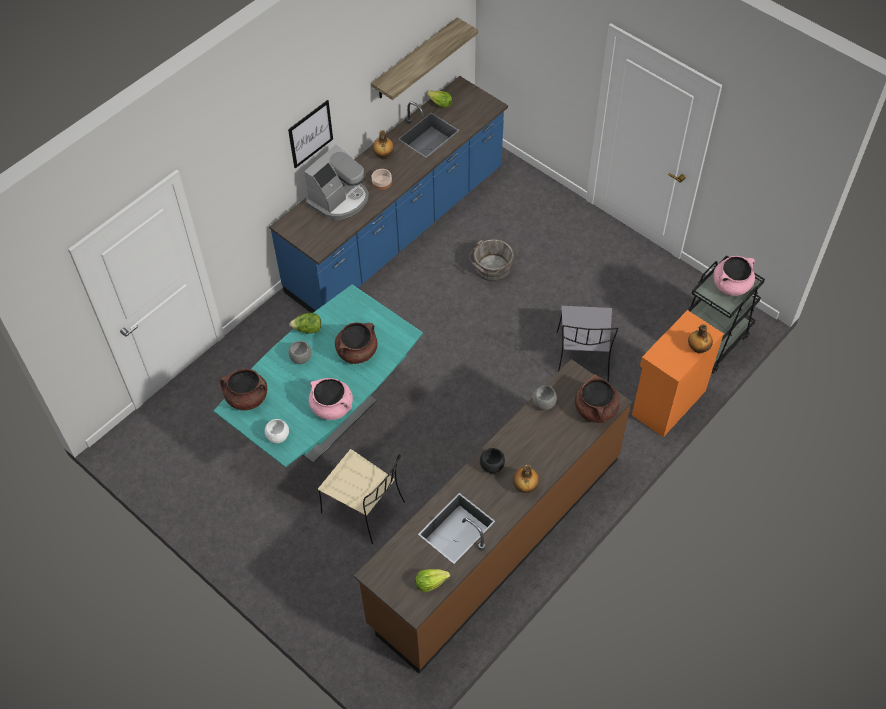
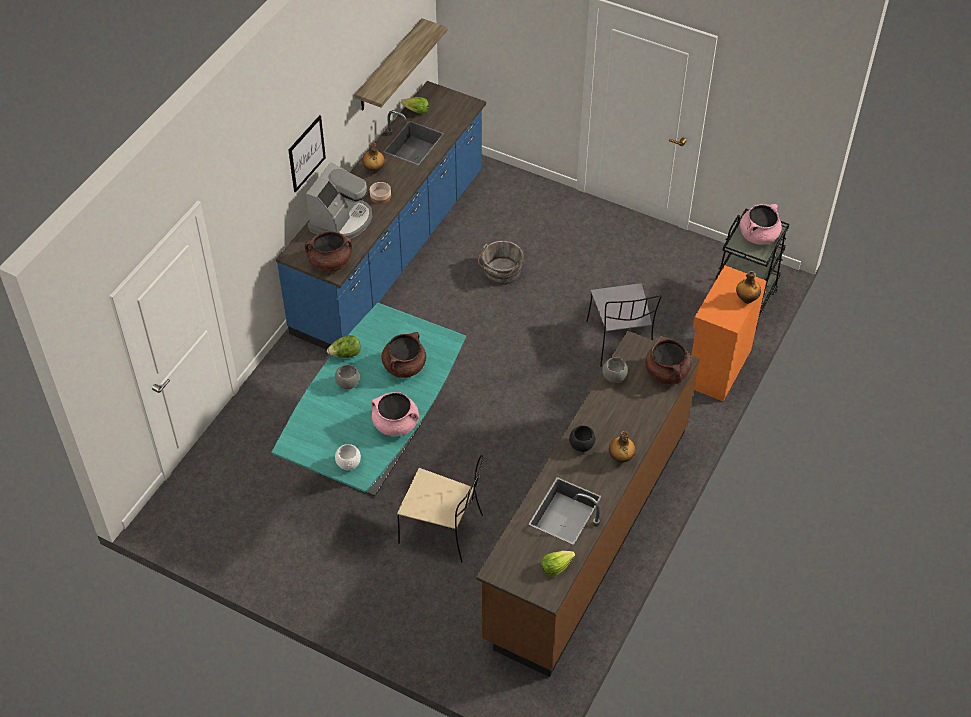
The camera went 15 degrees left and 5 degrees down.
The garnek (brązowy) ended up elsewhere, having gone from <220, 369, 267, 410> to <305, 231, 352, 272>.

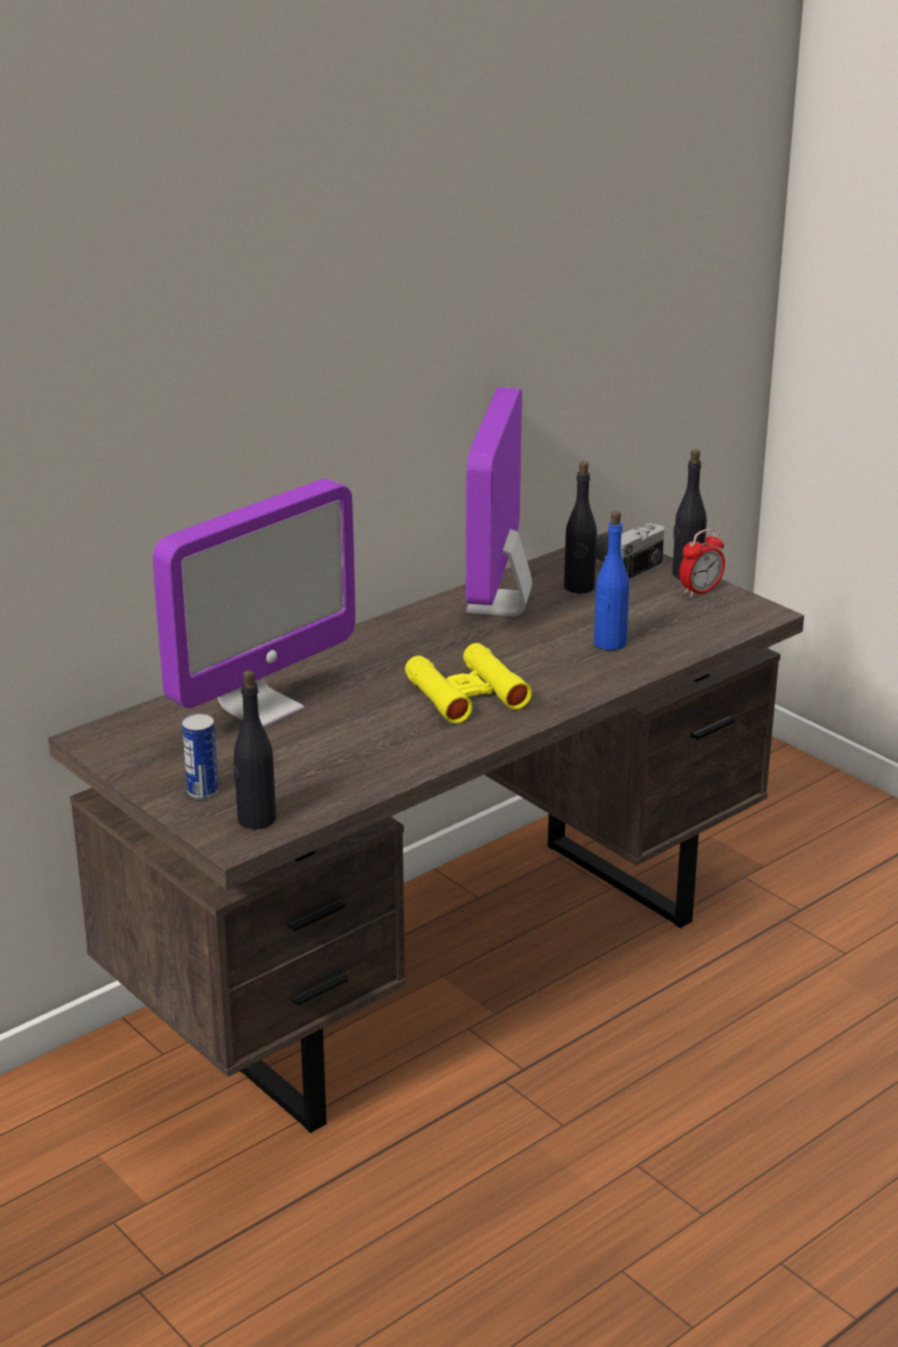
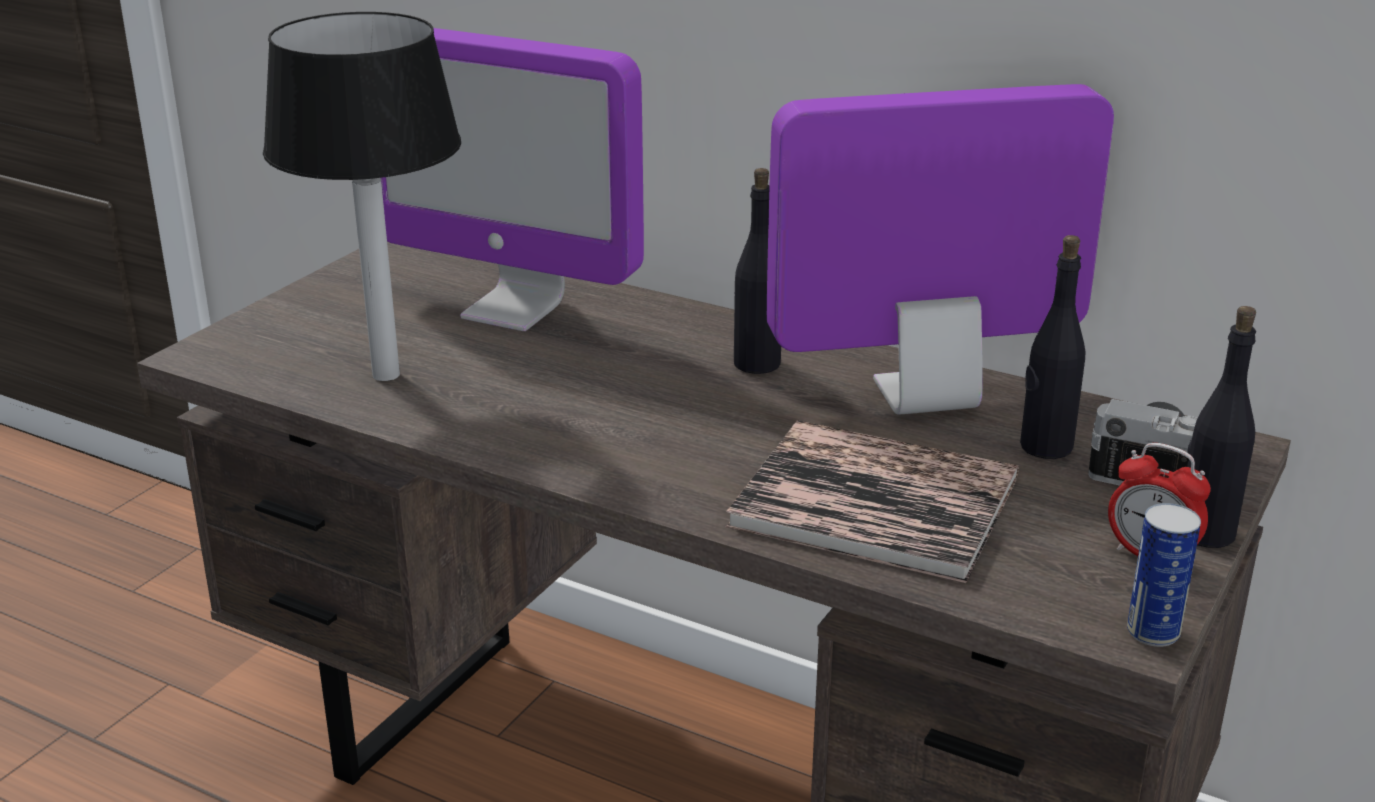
The camera went 70 degrees right and 0 degrees up.
The puszka ended up elsewhere, having gone from <182, 714, 219, 800> to <1127, 503, 1201, 647>.
The butelka (czarny) ended up elsewhere, having gone from <233, 670, 276, 830> to <734, 168, 781, 374>.
The second view lost the lornetka (żółty) at <405, 643, 532, 724>.
Where the butelka (niebieski) stood at <594, 511, 629, 650>, the książka came to stand at <726, 420, 1019, 583>.
The second view gained the lampa stołowa at <263, 12, 461, 381>.

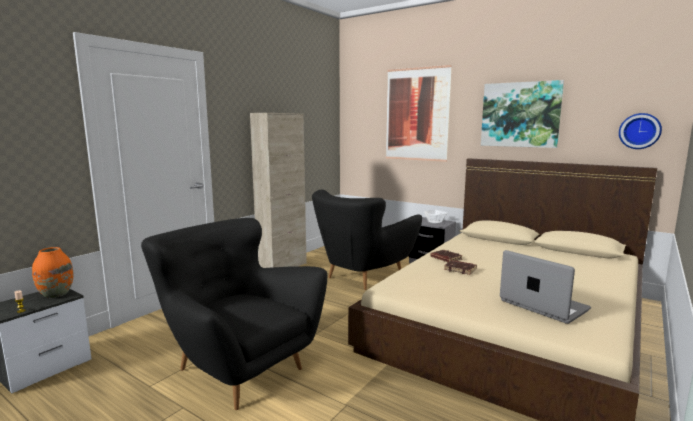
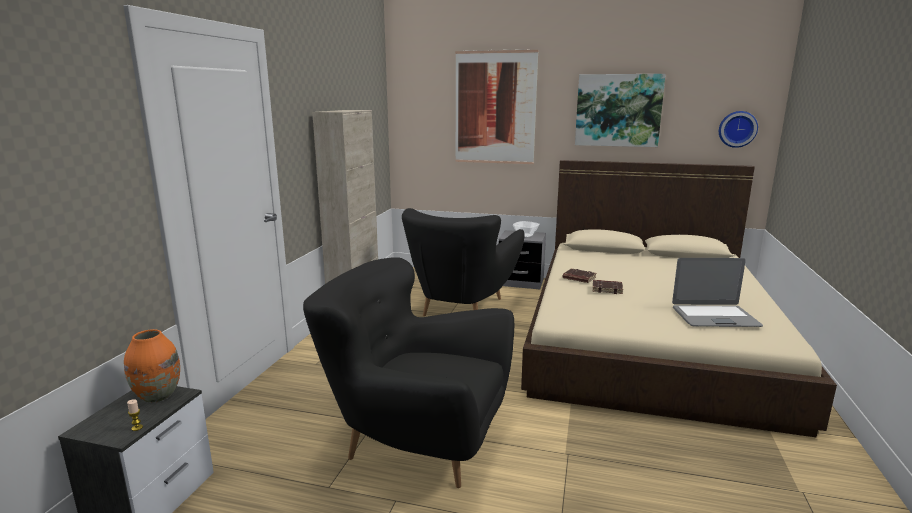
The camera went 20 degrees left and 5 degrees up.
The laptop at <500, 250, 591, 324> ended up facing another way, 150 degrees clockwise from before.

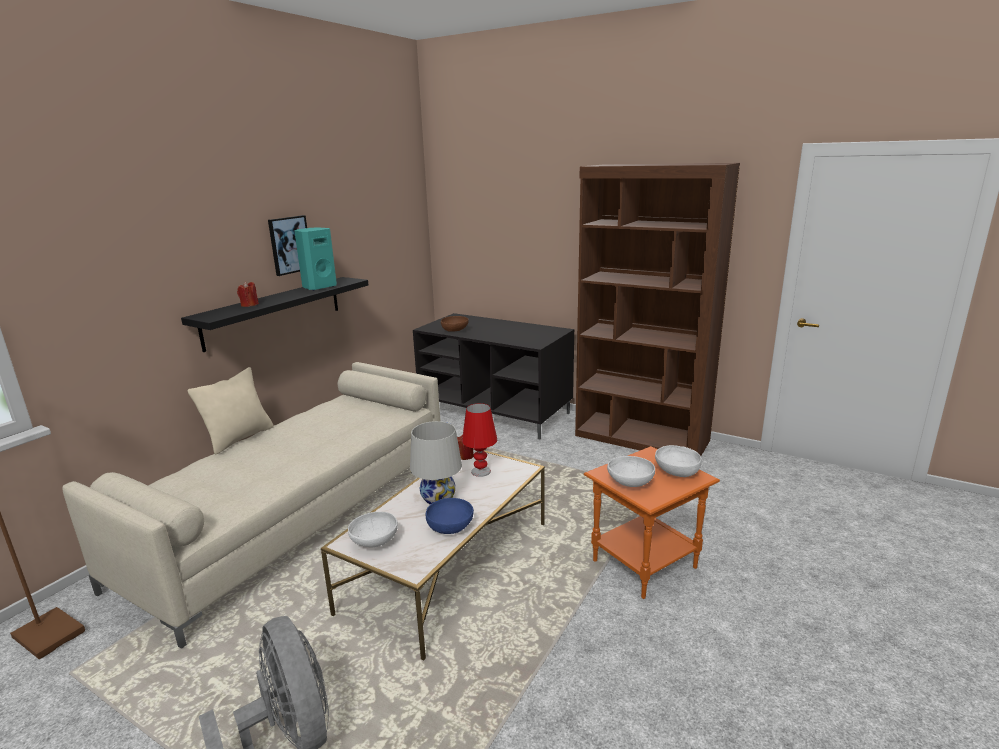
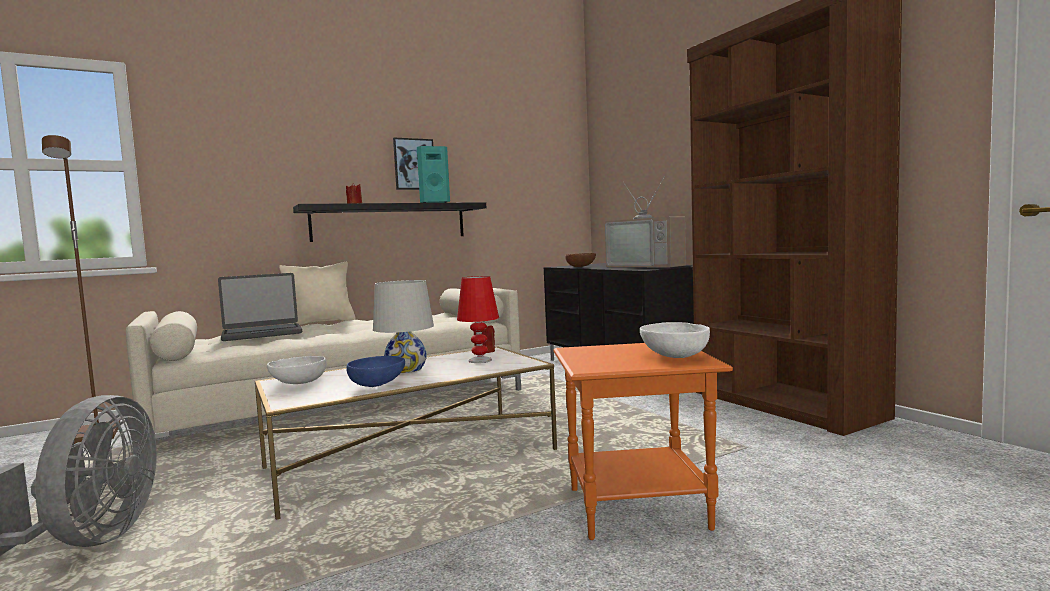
The camera went 30 degrees right and 15 degrees down.
The second view lost the miska (biały) at <607, 456, 655, 487>.
The second view gained the laptop at <218, 273, 302, 341>.
The second view gained the telewizor at <605, 176, 686, 267>.

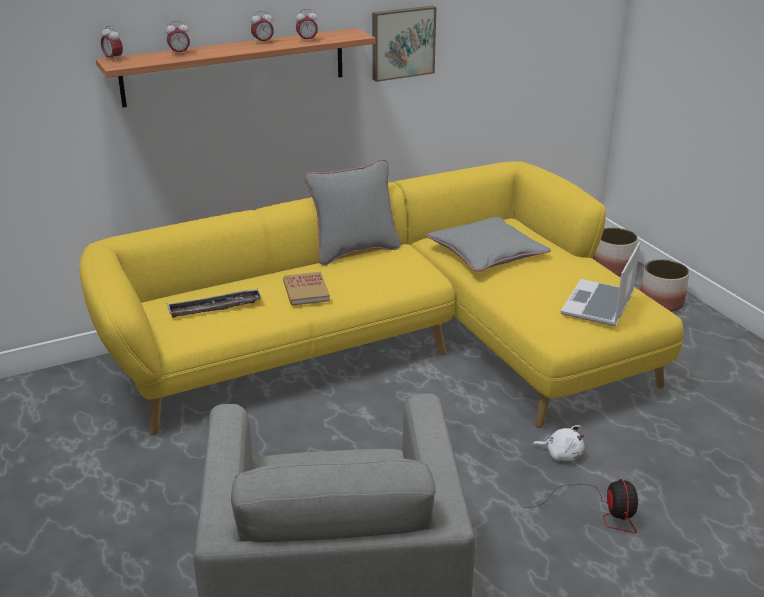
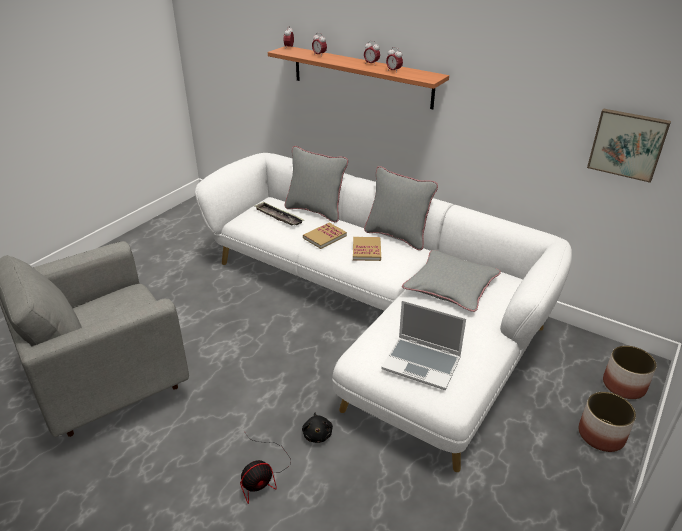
The camera went 60 degrees right and 5 degrees up.
What was the kanapa (żółty) at <79, 161, 684, 435> turned into the kanapa (biały) at <194, 153, 572, 472>.
The obraz ended up elsewhere, having gone from <372, 6, 436, 82> to <587, 109, 671, 183>.
What was the pluszak (biały) at <532, 425, 584, 461> turned into the pluszak (czarny) at <302, 413, 333, 443>.
The laptop at <560, 242, 640, 326> ended up facing another way, 150 degrees counterclockwise from before.
The second view gained the poduszka (szary) at <284, 146, 348, 222>.
The second view gained the książka at <353, 237, 381, 261>.

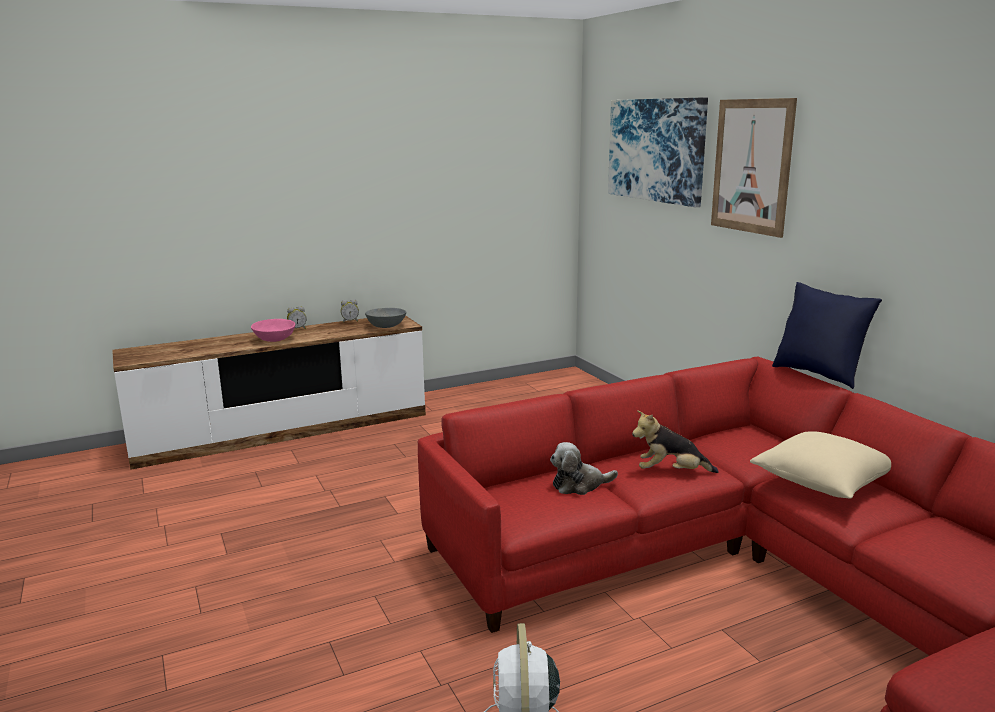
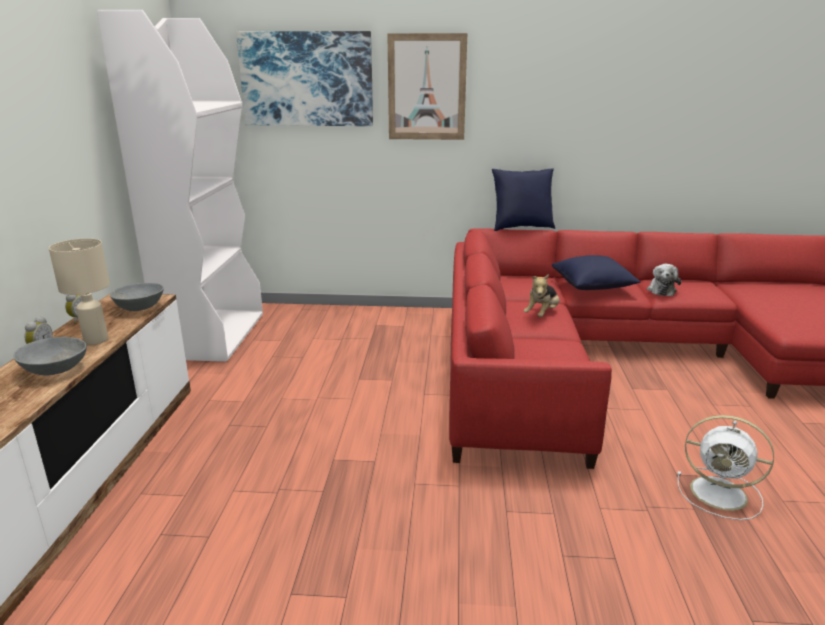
The camera went 60 degrees left and 5 degrees up.
What was the miska (różowy) at <251, 319, 295, 342> turned into the miska (szary) at <13, 337, 87, 376>.
The pluszak ended up elsewhere, having gone from <550, 442, 618, 495> to <647, 264, 681, 296>.
What was the poduszka (beżowy) at <750, 431, 891, 499> turned into the poduszka (niebieski) at <552, 255, 641, 290>.
The second view gained the lampa stołowa (beżowy) at <49, 238, 110, 345>.
The second view gained the regał (biały) at <97, 10, 263, 362>.

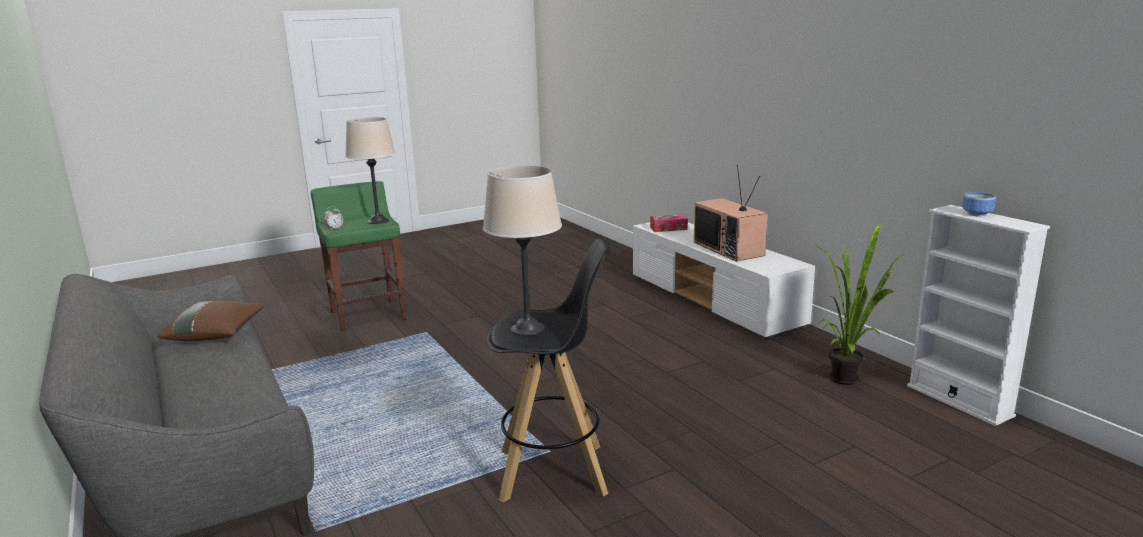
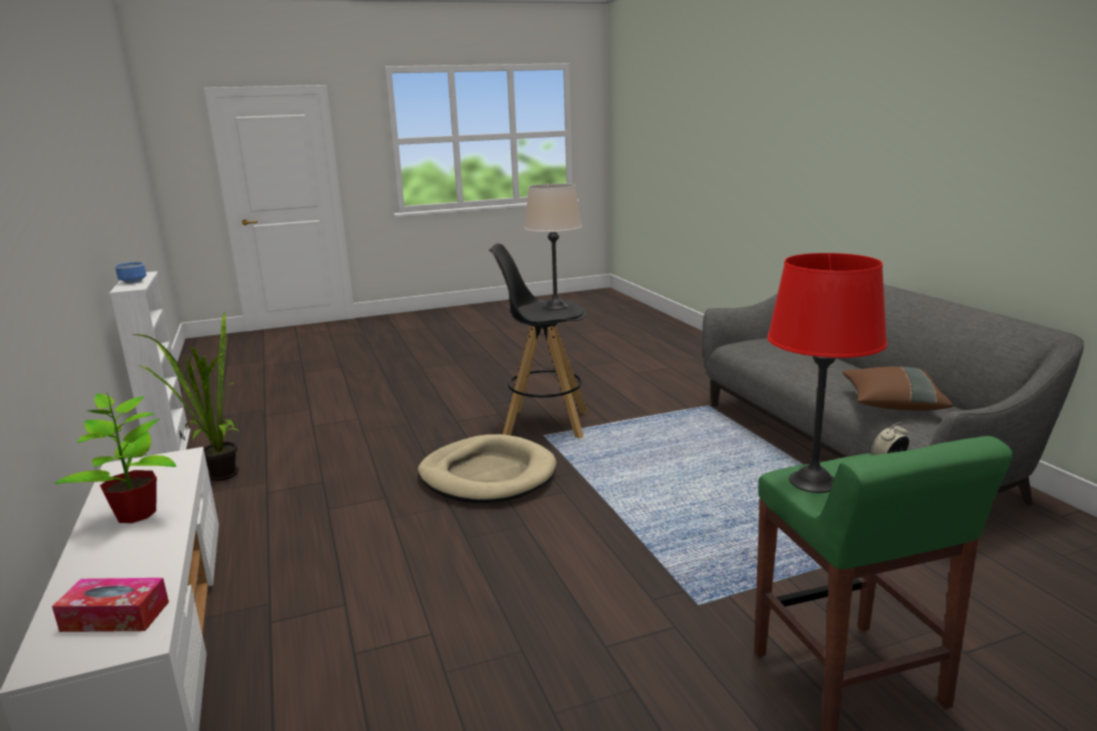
The camera went 170 degrees left and 0 degrees up.
What was the lampa stołowa (beżowy) at <345, 117, 395, 224> turned into the lampa stołowa (czerwony) at <767, 253, 887, 493>.
Where the telewizor stood at <694, 165, 768, 261>, the roślina doniczkowa came to stand at <54, 394, 176, 523>.
The second view gained the legowisko (beżowy) at <418, 434, 556, 503>.

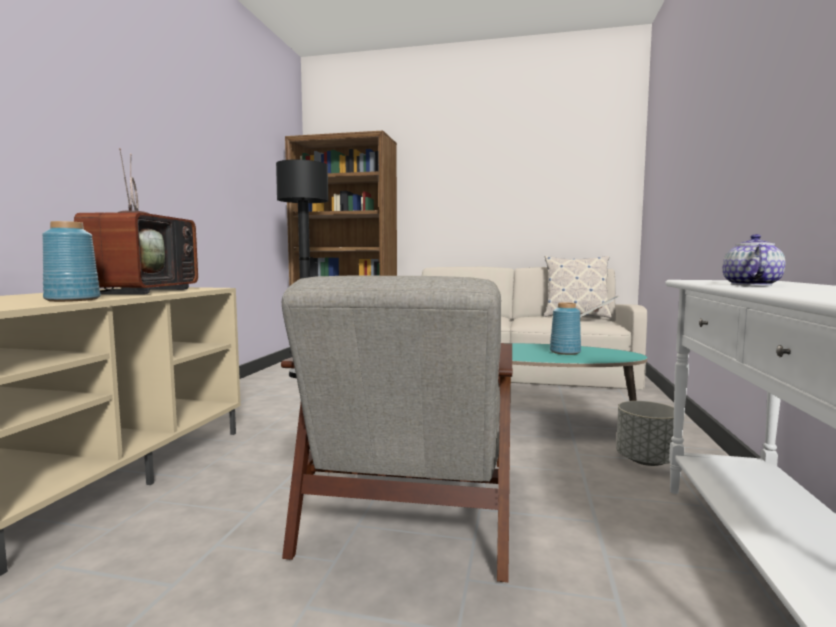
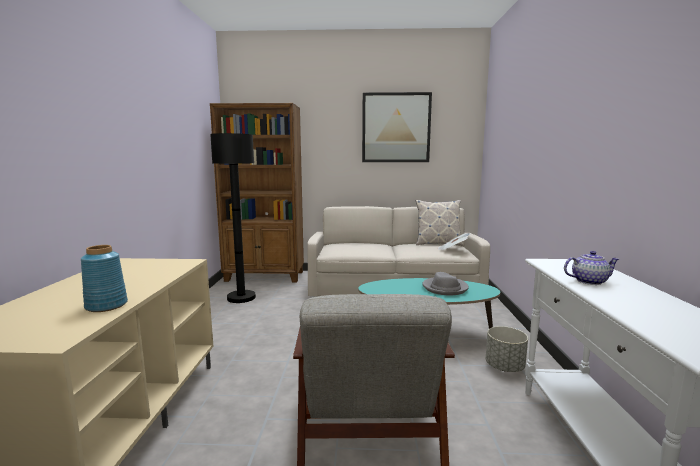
The camera went 10 degrees left and 5 degrees up.
The second view lost the telewizor at <74, 148, 198, 294>.
Where the wazon (niebieski) stood at <550, 302, 581, 355>, the kapelusz (szary) came to stand at <422, 272, 469, 295>.
The imbryk at <723, 234, 785, 286> ended up facing another way, 75 degrees clockwise from before.
The second view gained the obraz at <362, 92, 432, 162>.

